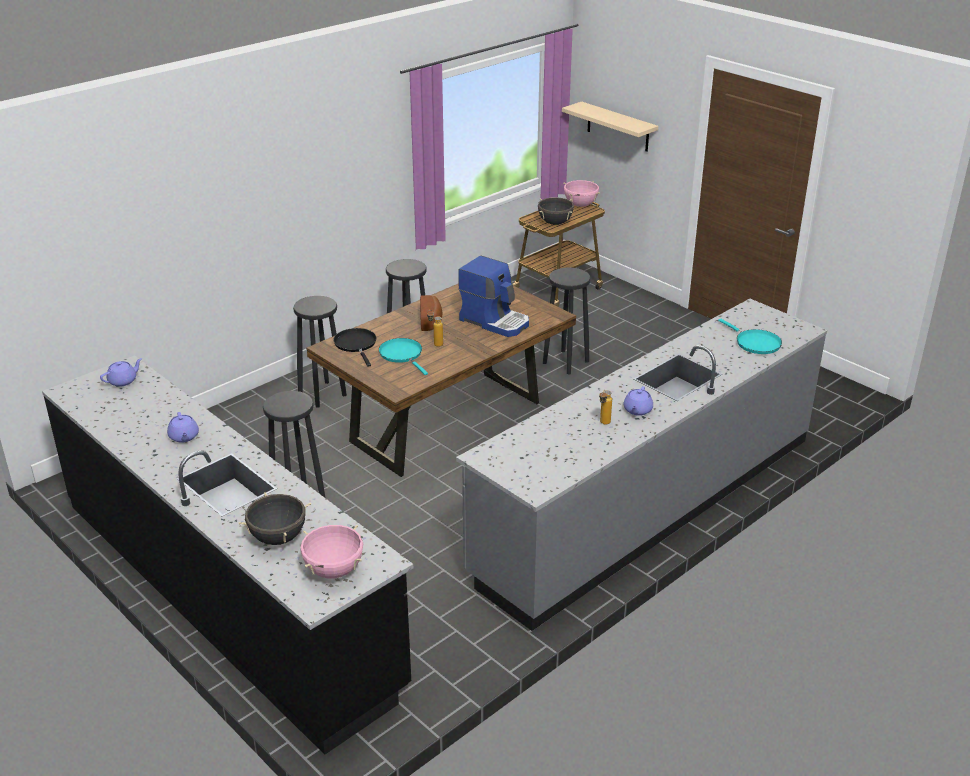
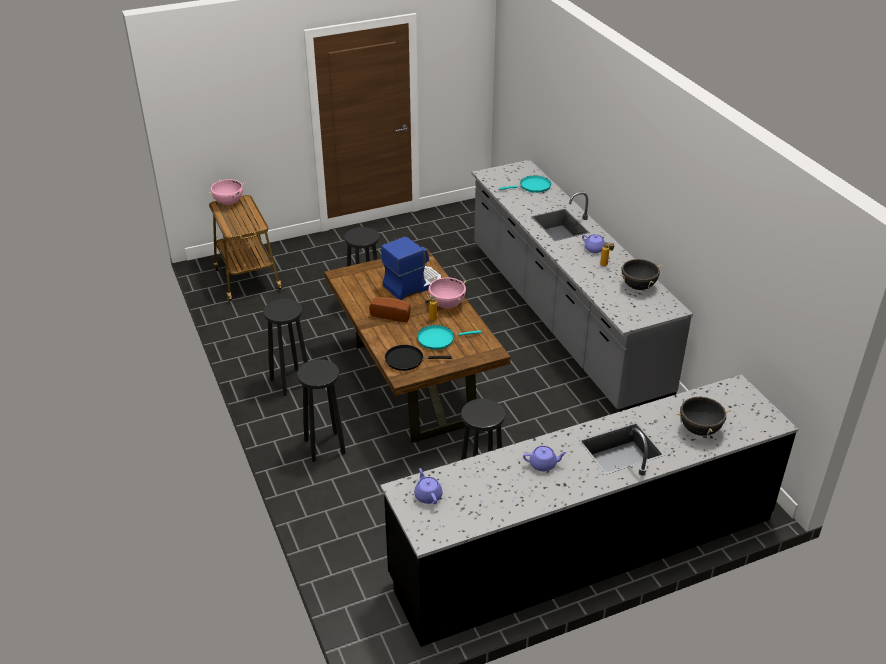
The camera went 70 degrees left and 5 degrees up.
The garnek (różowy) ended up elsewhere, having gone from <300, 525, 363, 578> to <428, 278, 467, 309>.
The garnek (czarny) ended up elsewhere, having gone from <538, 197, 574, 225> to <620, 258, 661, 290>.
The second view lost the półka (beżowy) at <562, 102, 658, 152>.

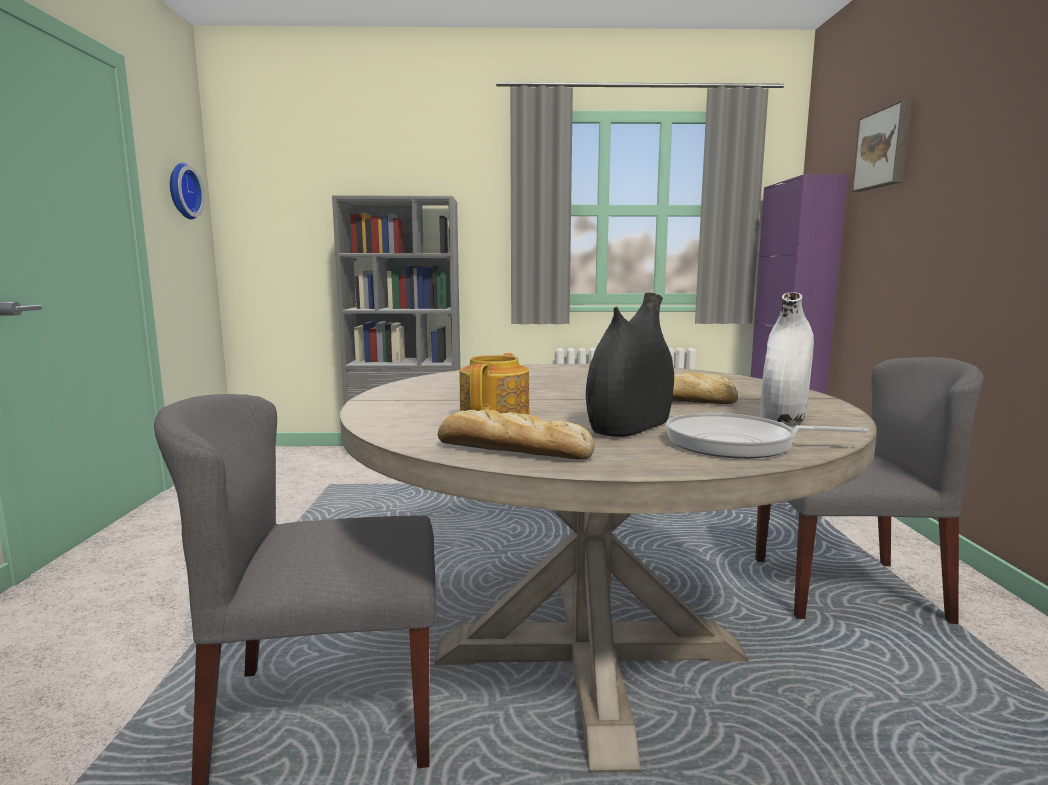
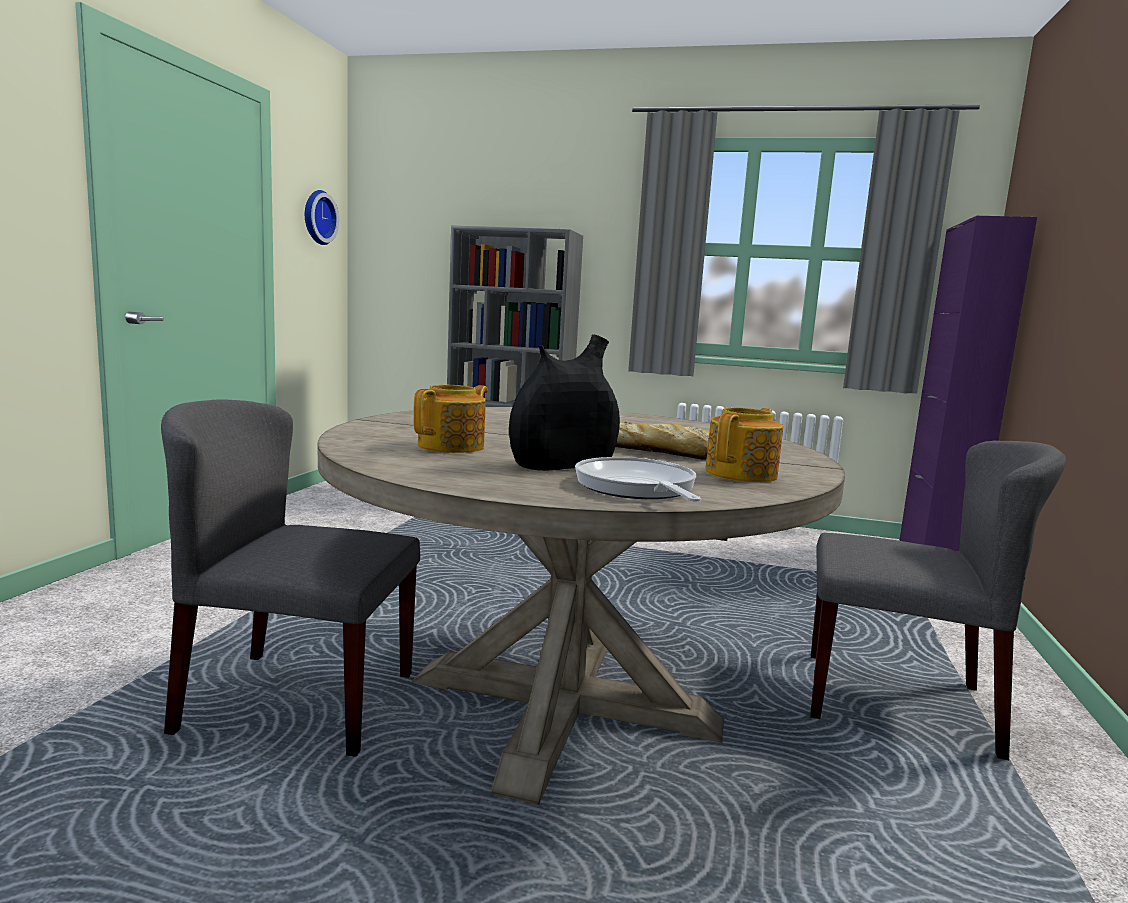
The camera went 15 degrees right and 0 degrees up.
The second view lost the chleb at <438, 410, 594, 459>.
The patelnia at <666, 413, 869, 459> ended up facing another way, 45 degrees clockwise from before.
Where the wazon (biały) stood at <760, 292, 814, 422>, the imbryk came to stand at <705, 407, 783, 482>.
The second view lost the obraz at <852, 100, 912, 192>.

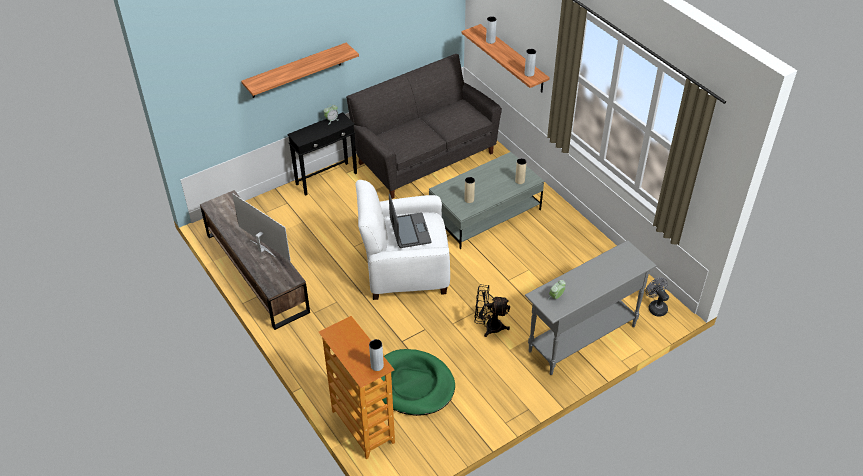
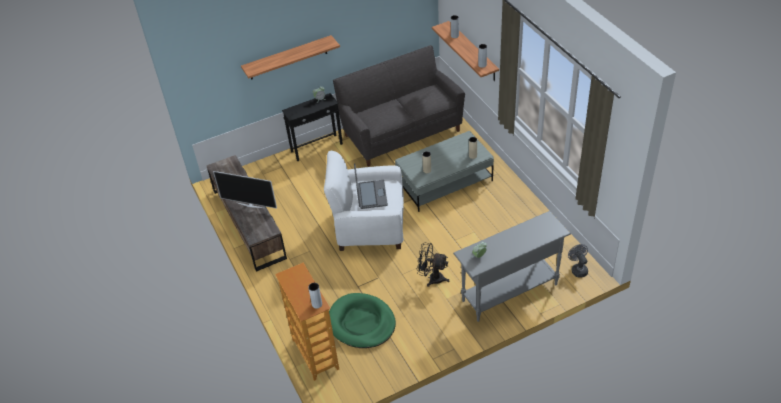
The camera went 10 degrees right and 0 degrees up.
The telewizor at <232, 193, 291, 261> ended up facing another way, 150 degrees clockwise from before.

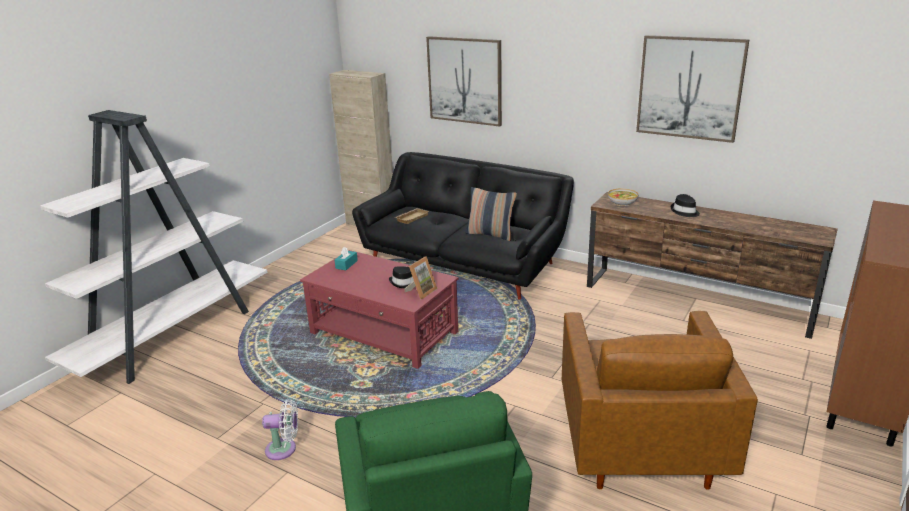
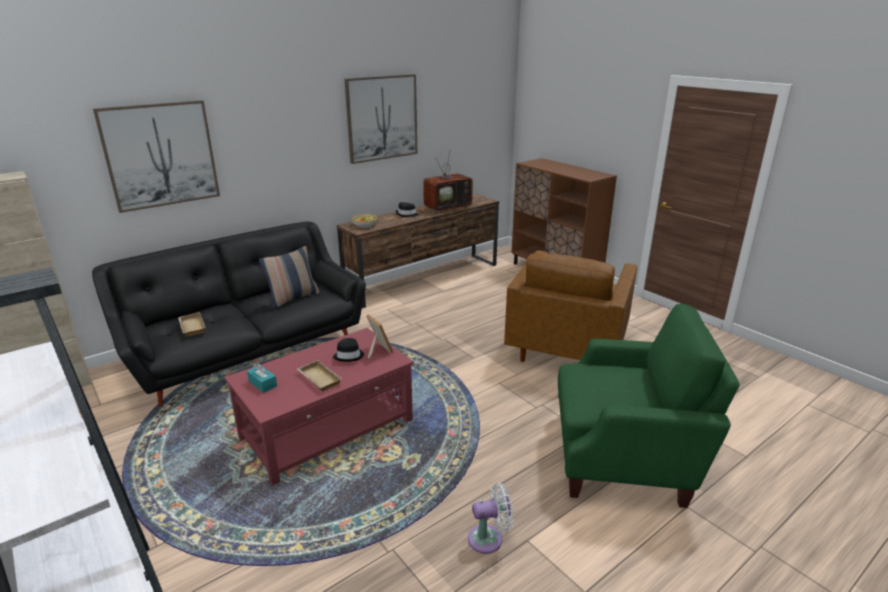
The camera went 70 degrees left and 0 degrees up.
The wentylator (biały) at <262, 399, 298, 460> ended up facing another way, 60 degrees clockwise from before.
The fotel (brązowy) at <562, 311, 758, 489> ended up facing another way, 90 degrees clockwise from before.
The second view gained the taca (beżowy) at <297, 360, 342, 391>.
The second view gained the telewizor at <423, 149, 473, 213>.

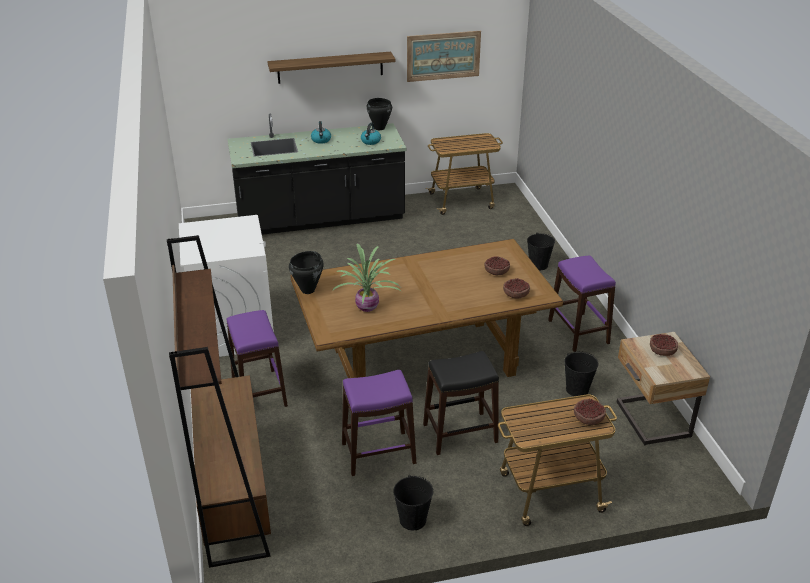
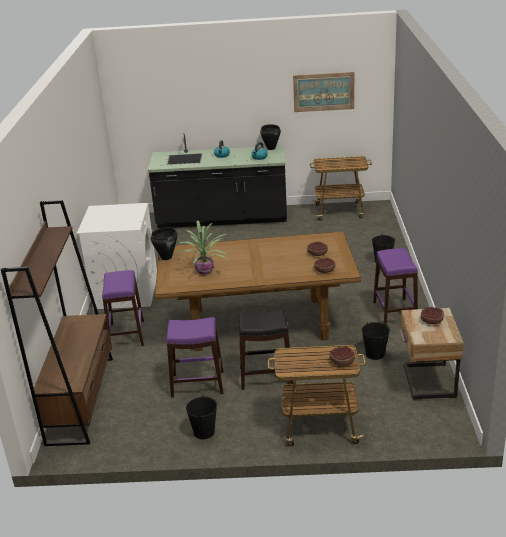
The camera went 15 degrees right and 5 degrees down.
The second view lost the półka at <267, 52, 395, 84>.

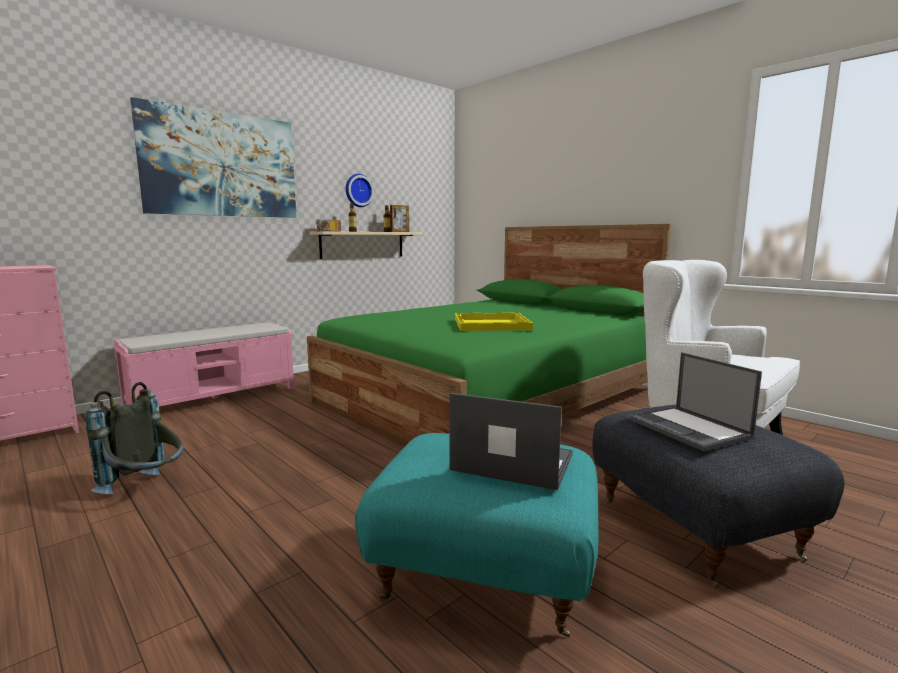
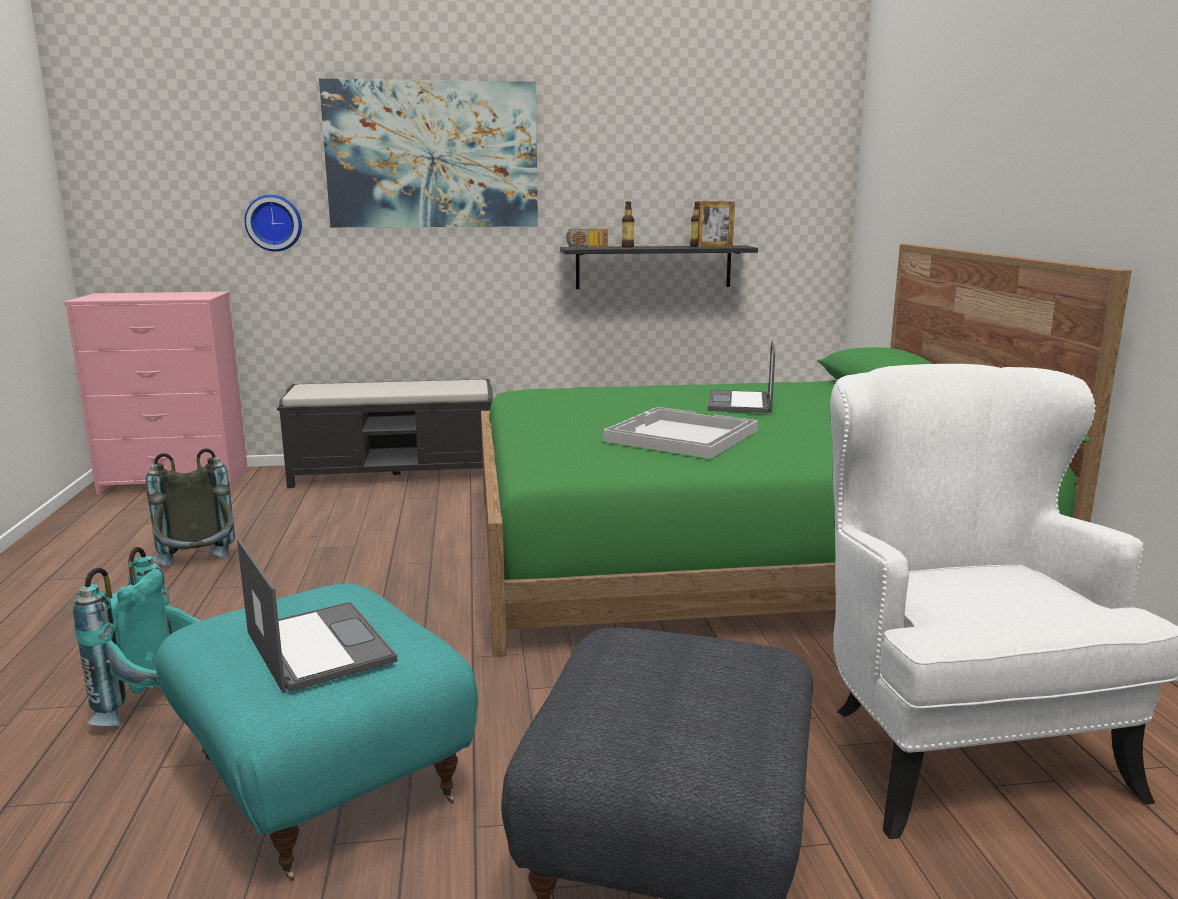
The camera went 35 degrees right and 5 degrees up.
What was the ławka (różowy) at <113, 322, 294, 406> turned into the ławka (czarny) at <277, 379, 493, 488>.
What was the półka (beżowy) at <309, 231, 423, 259> turned into the półka (czarny) at <560, 245, 758, 289>.
The zegar ścienny ended up elsewhere, having gone from <346, 174, 374, 207> to <245, 195, 302, 252>.
What was the taca (żółty) at <455, 312, 533, 331> turned into the taca (biały) at <603, 407, 758, 459>.
The laptop ended up elsewhere, having gone from <630, 352, 762, 451> to <708, 340, 775, 413>.
The second view gained the plecak (turkusowy) at <73, 547, 200, 726>.

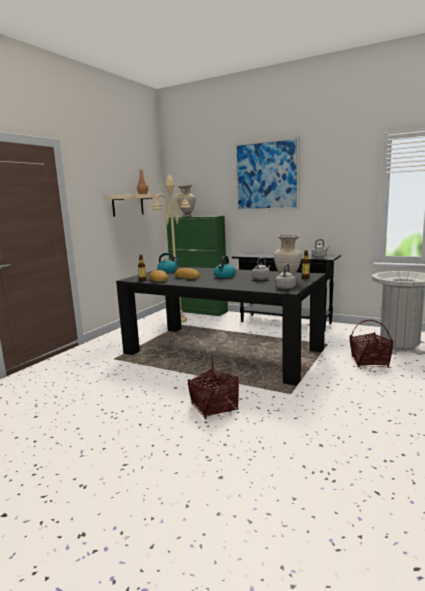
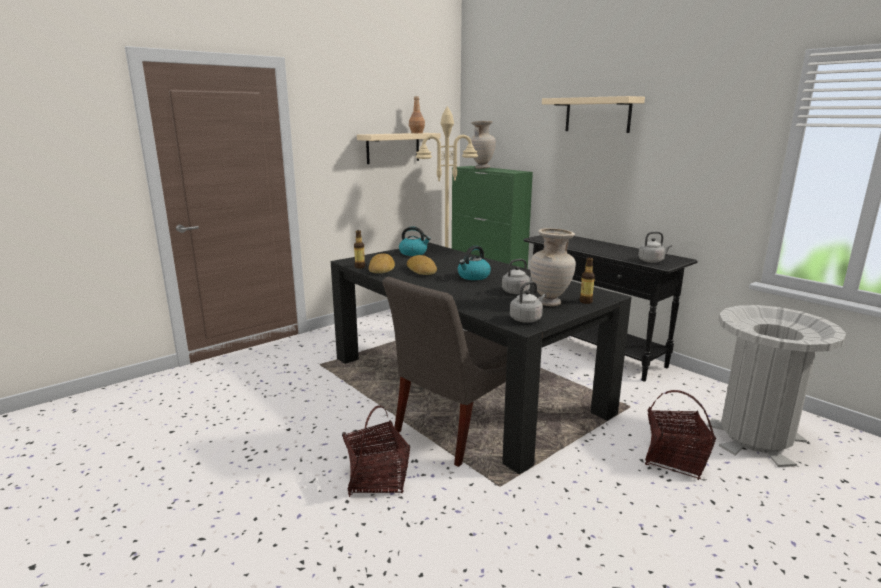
The camera went 20 degrees right and 5 degrees up.
Where the obraz hung at <234, 136, 300, 212>, the półka (beżowy) came to hang at <542, 96, 645, 133>.
The second view gained the krzesło (szary) at <382, 277, 507, 467>.

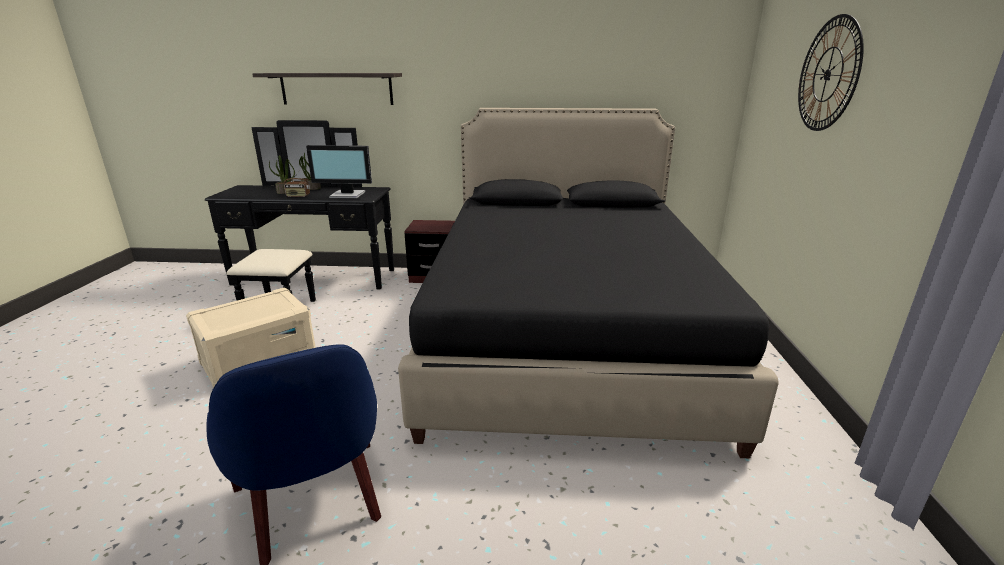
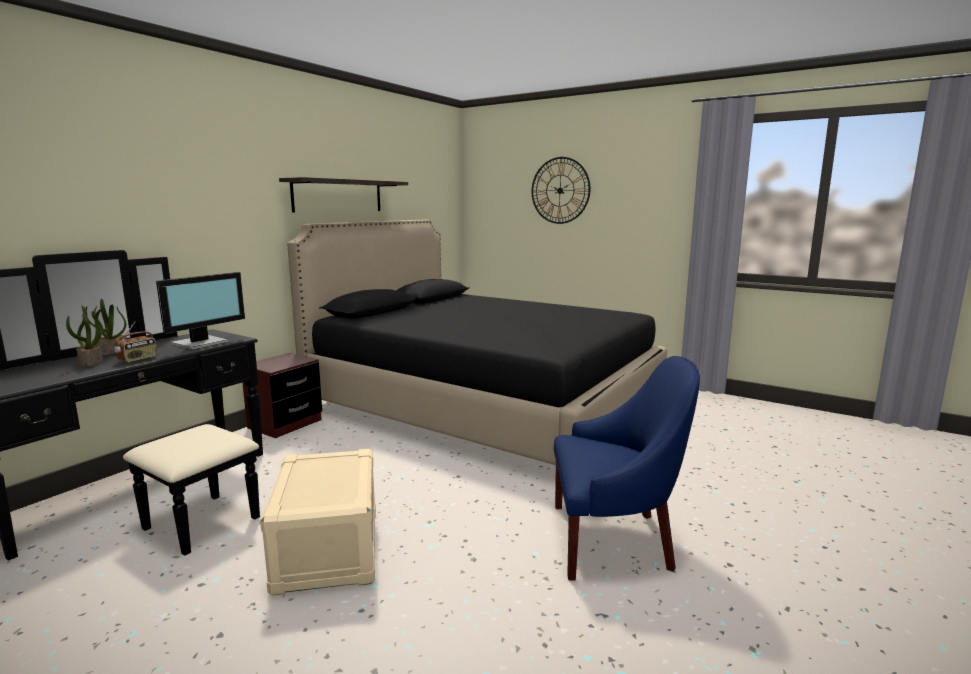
The camera went 60 degrees left and 10 degrees down.
The półka ended up elsewhere, having gone from <252, 73, 402, 105> to <279, 177, 408, 212>.

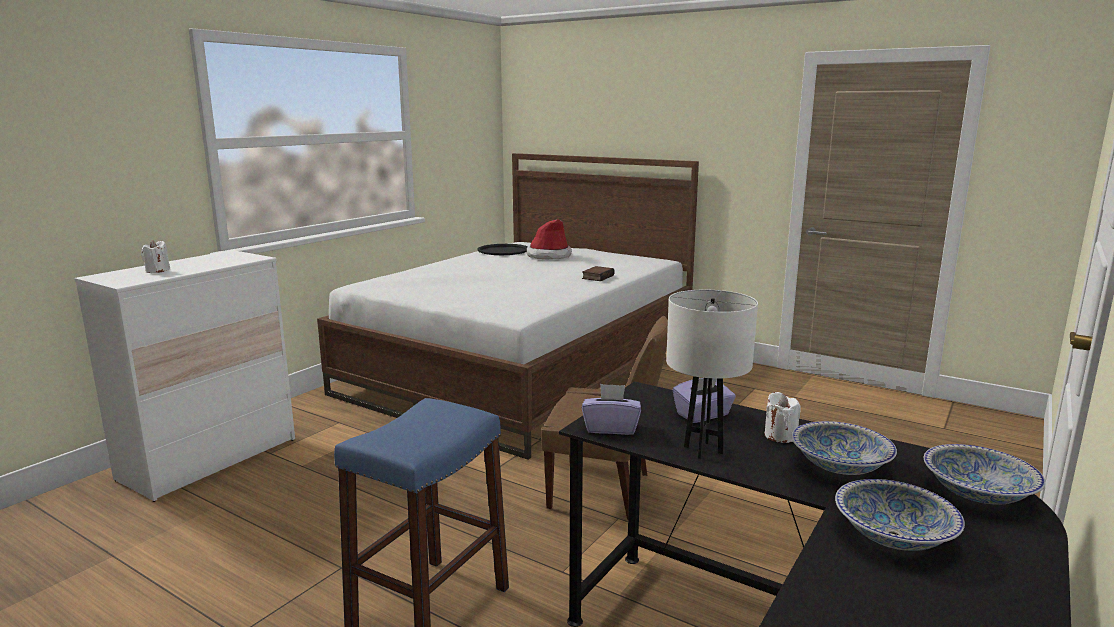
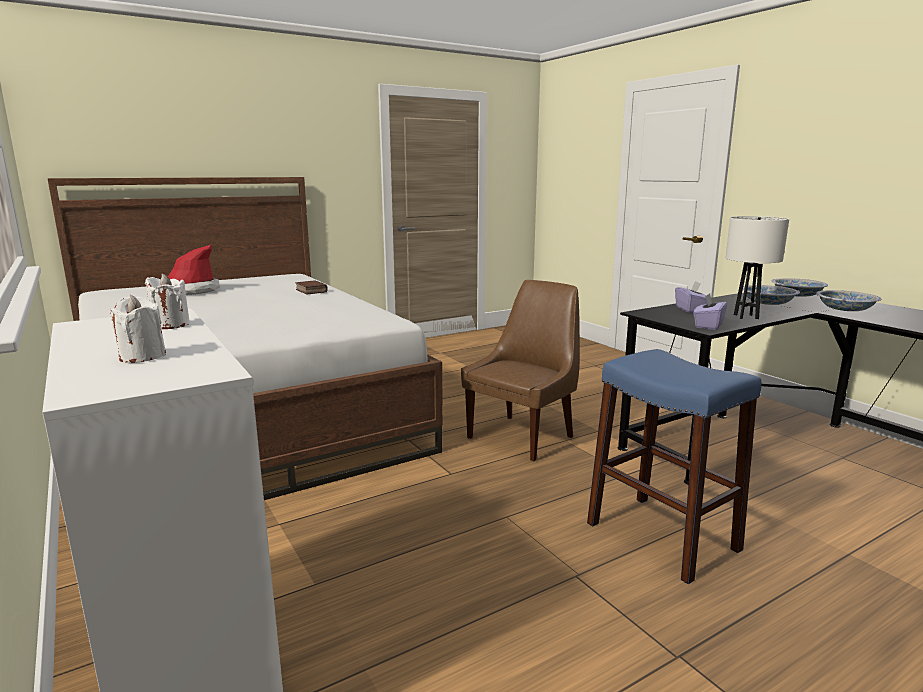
The camera went 65 degrees left and 0 degrees up.
The second view lost the taca (czarny) at <477, 244, 528, 255>.
The świeca (biały) ended up elsewhere, having gone from <764, 392, 801, 443> to <145, 274, 190, 329>.

